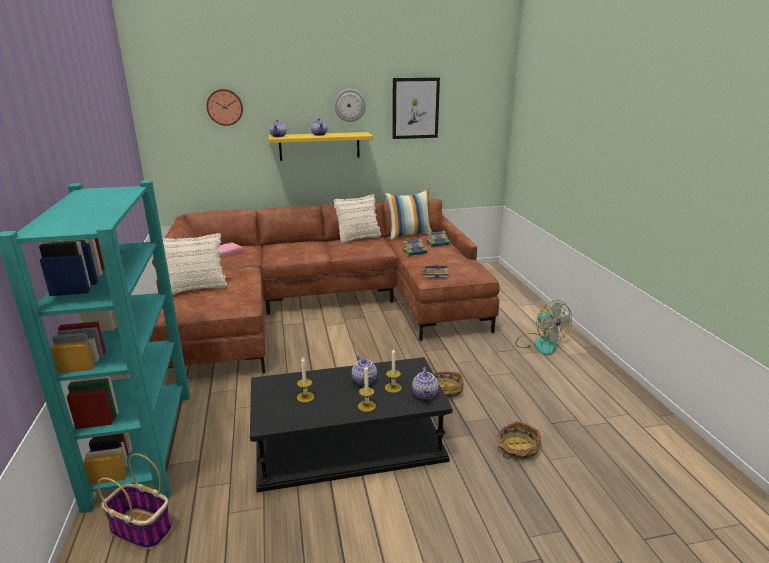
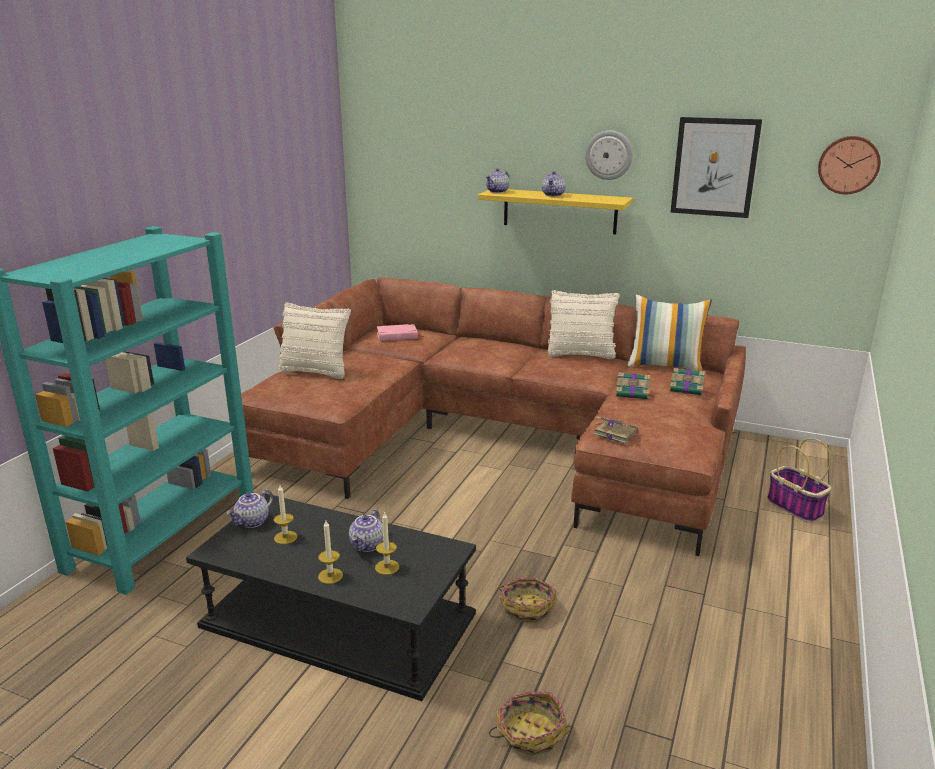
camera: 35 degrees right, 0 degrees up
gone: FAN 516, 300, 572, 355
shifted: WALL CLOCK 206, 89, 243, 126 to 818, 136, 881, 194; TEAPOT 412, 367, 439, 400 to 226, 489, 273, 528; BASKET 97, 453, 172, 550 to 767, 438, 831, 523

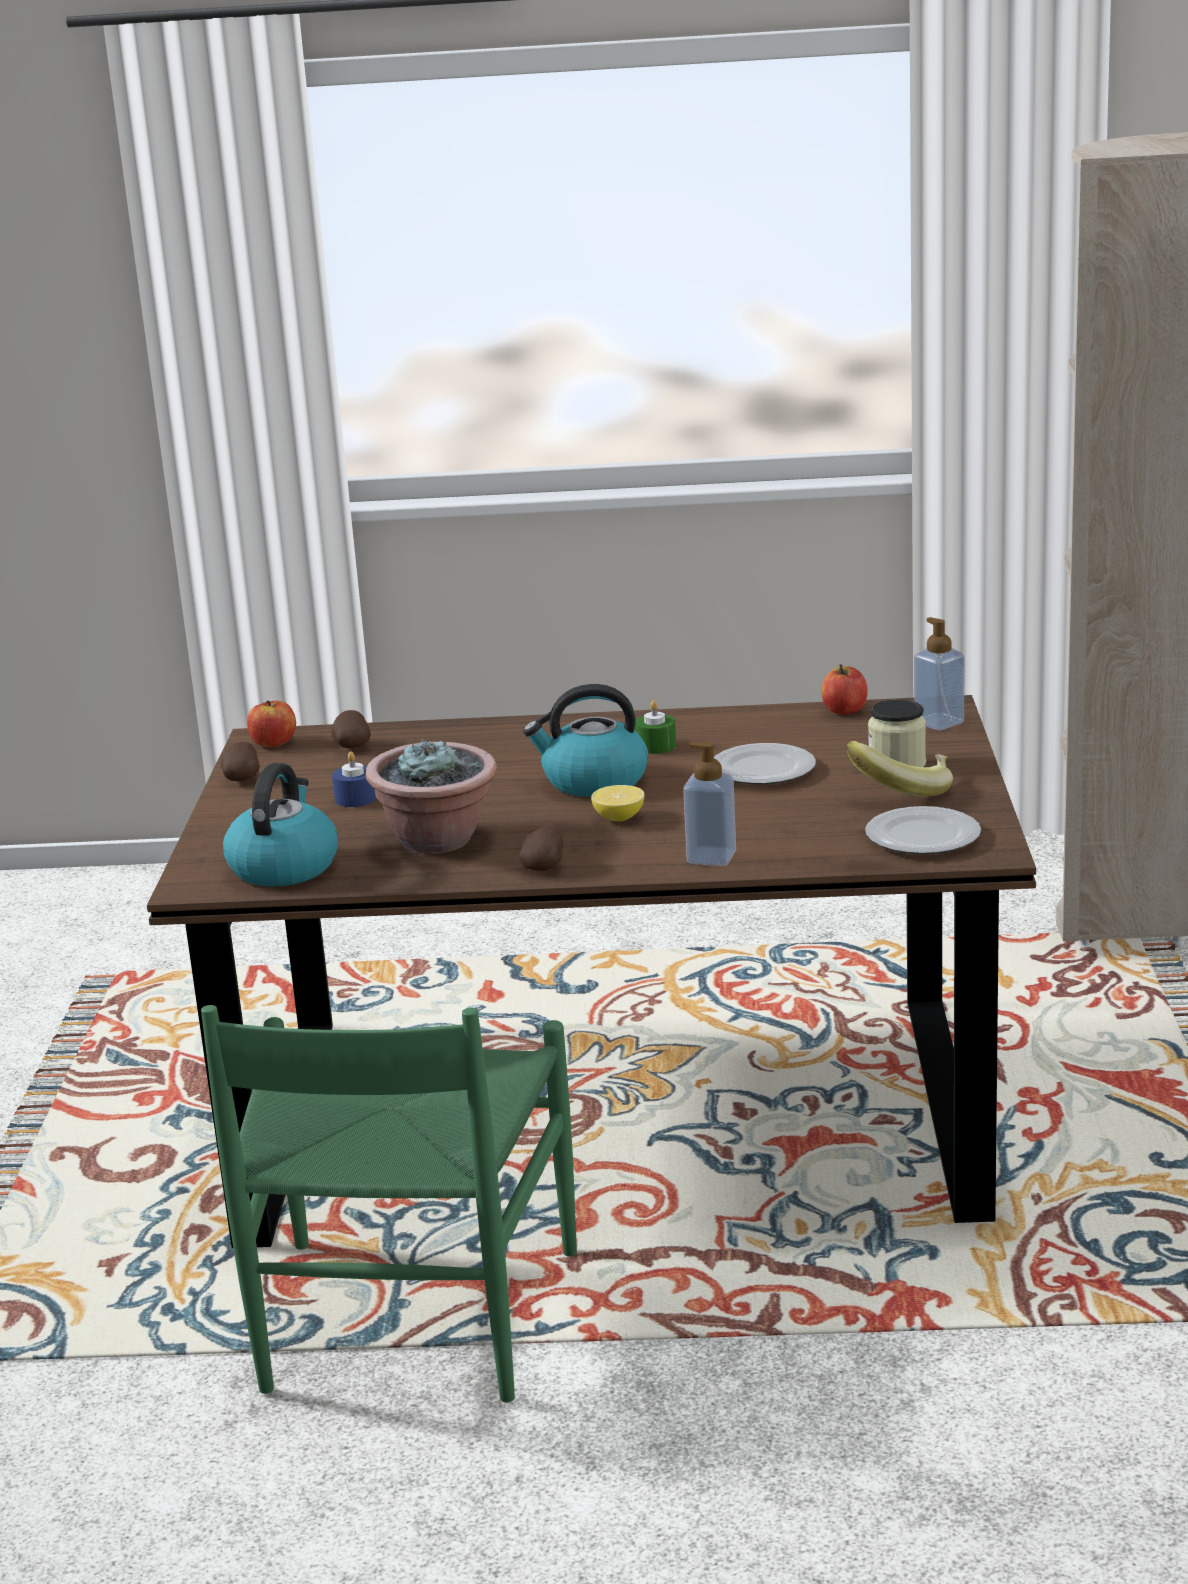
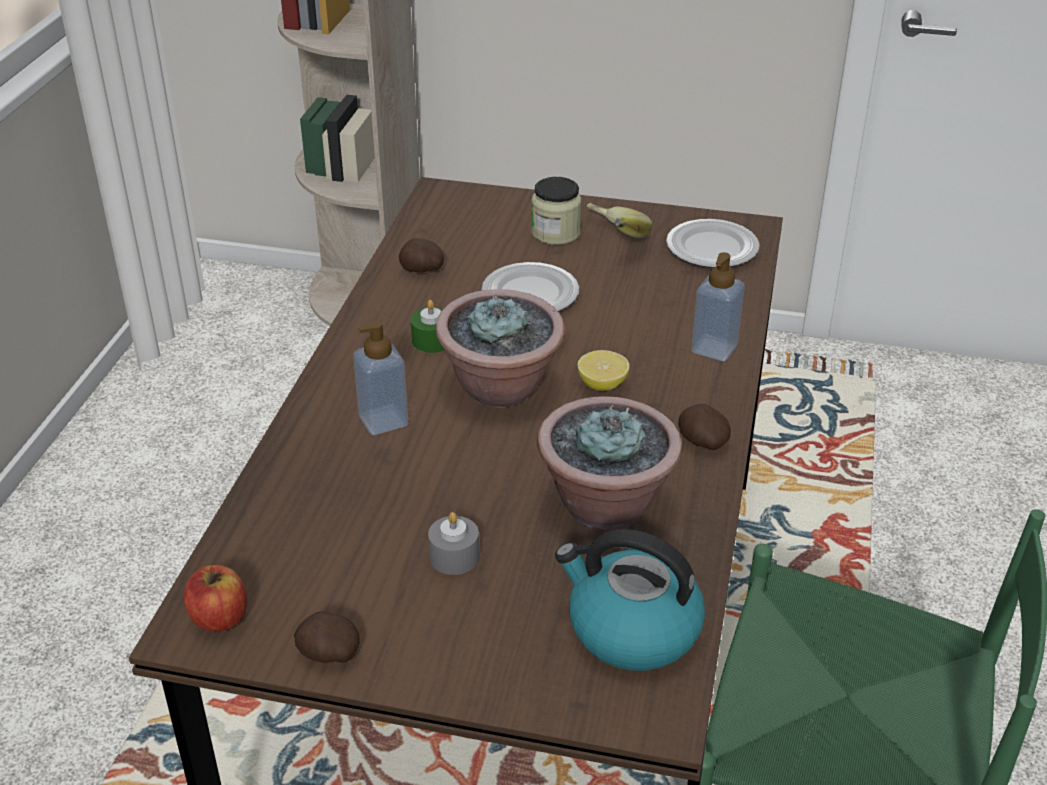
camera: 80 degrees left, 15 degrees up
gone: APPLE 821, 664, 868, 715
shifted: SOAP DISPENSER 914, 617, 964, 731 to 353, 321, 408, 435; POTATO 332, 710, 371, 748 to 399, 238, 444, 272
swapped: KETTLE 523, 684, 648, 797 to POTTED PLANT 436, 289, 565, 408
repainted: BLUE CANDLE 332, 751, 377, 807 to GREY CANDLE 428, 512, 479, 575

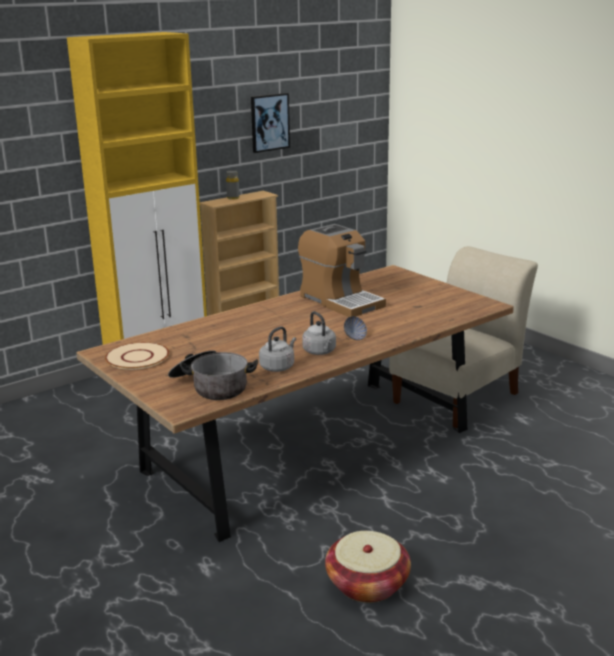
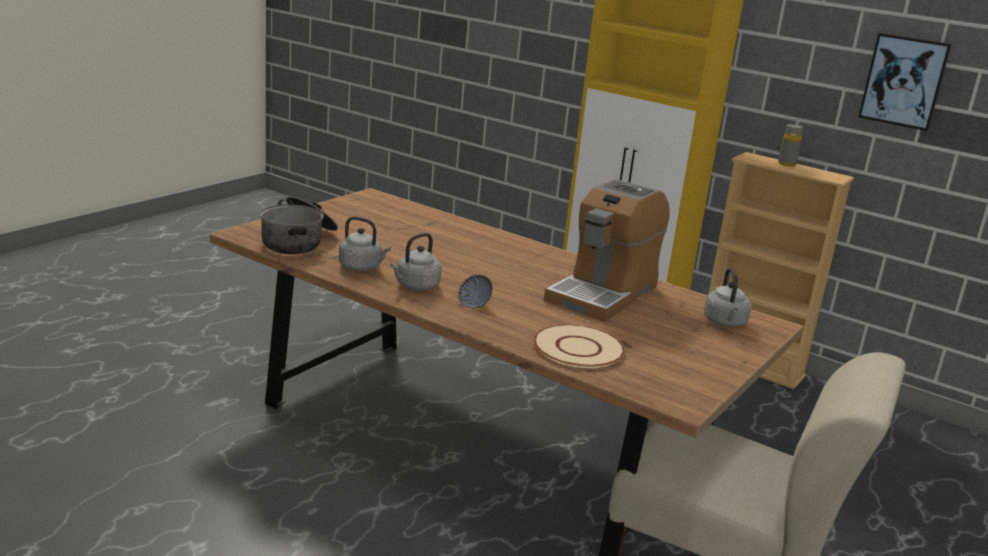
camera: 70 degrees right, 0 degrees up
gone: BASKET 325, 531, 411, 603
new: GREY KETTLE 704, 268, 751, 327
shifted: BEIGE PLATE 105, 342, 169, 370 to 533, 324, 625, 368

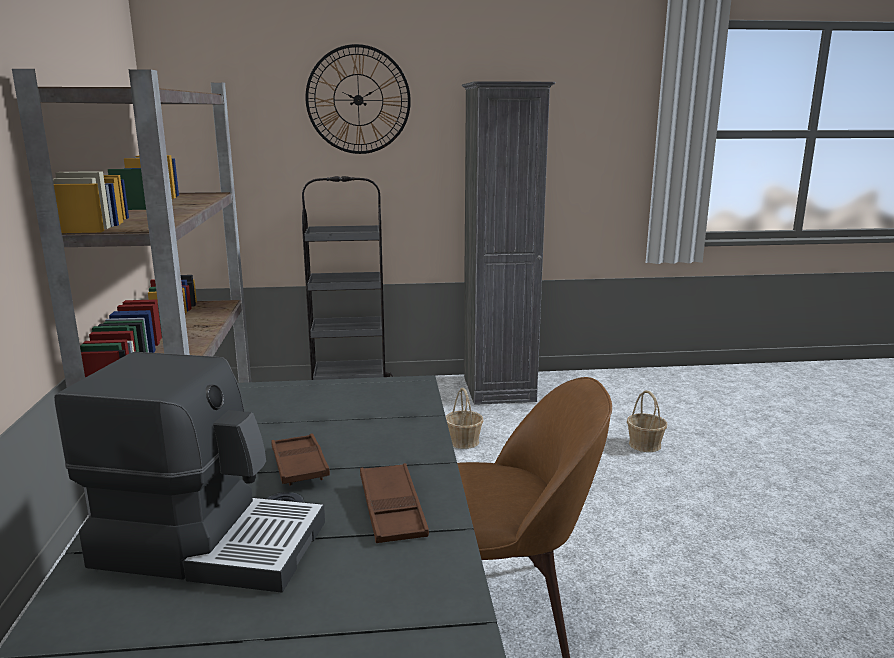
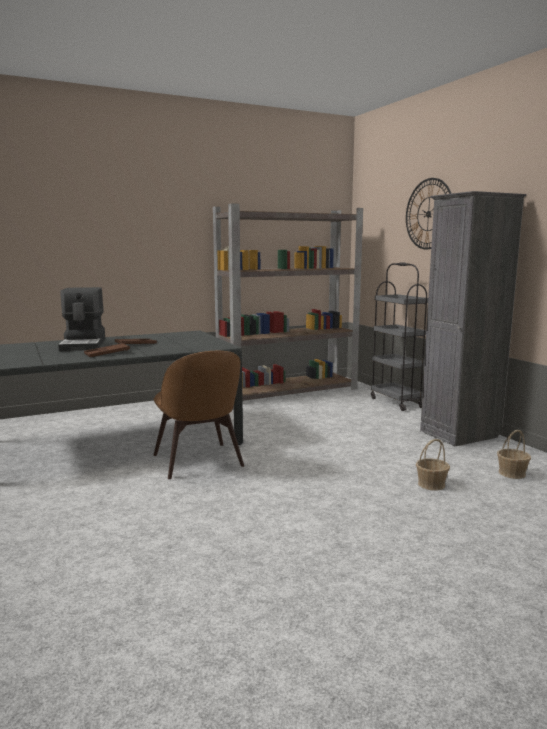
camera: 70 degrees right, 5 degrees down
shifted: BASKET 446, 388, 484, 449 to 497, 430, 531, 479

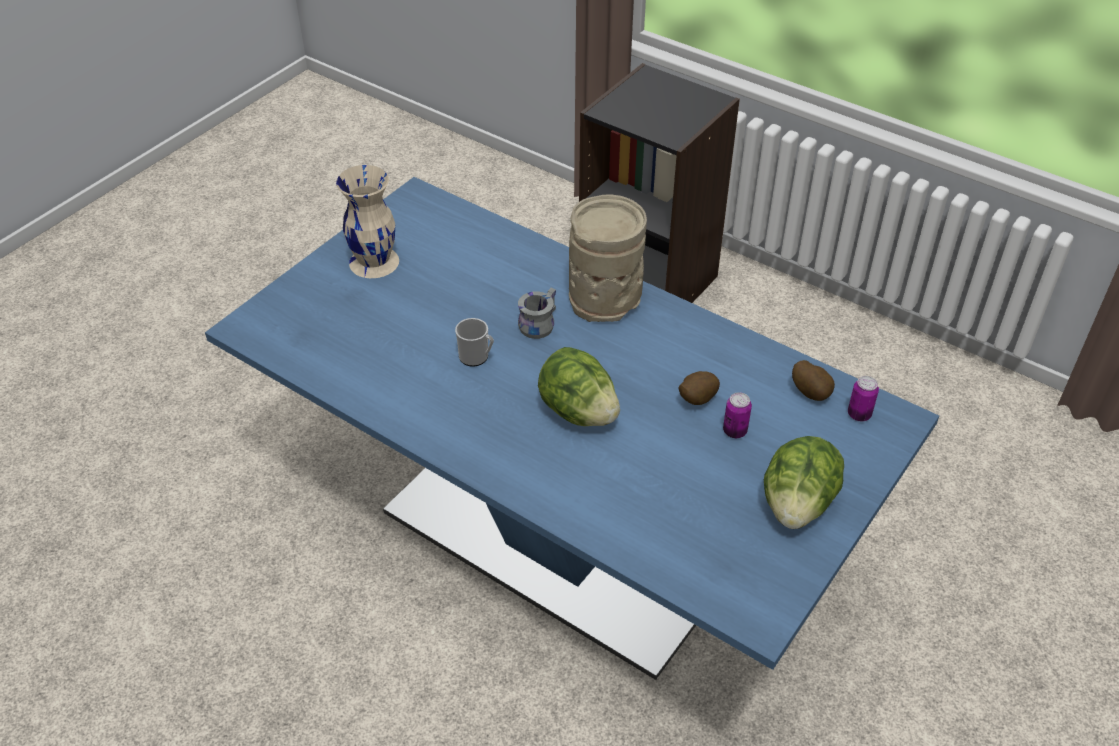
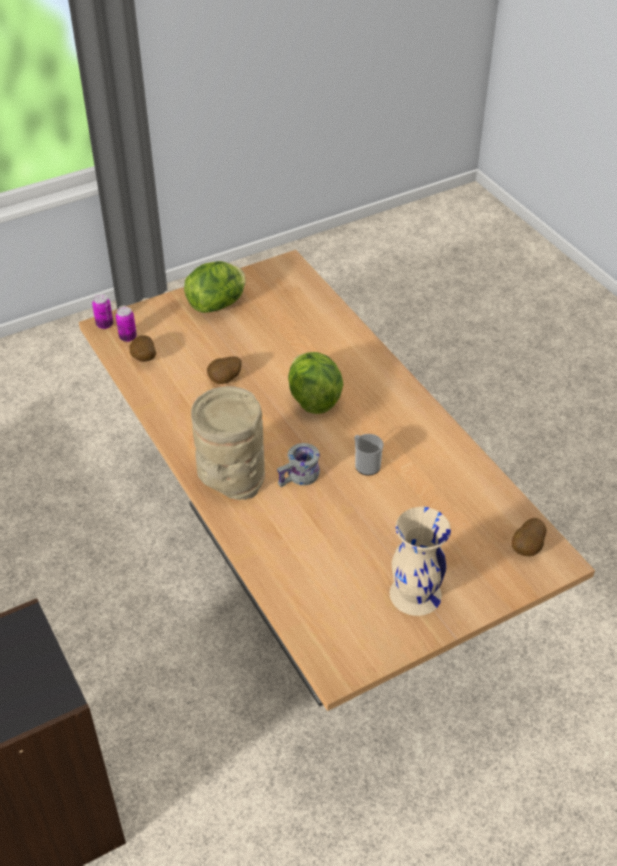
camera: 155 degrees left, 0 degrees up
new: POTATO 512, 518, 547, 556
shifted: CAN 723, 392, 752, 438 to 92, 294, 113, 329
repainted: BLUE DINING TABLE 205, 177, 939, 680 to BEIGE DINING TABLE 79, 250, 595, 711

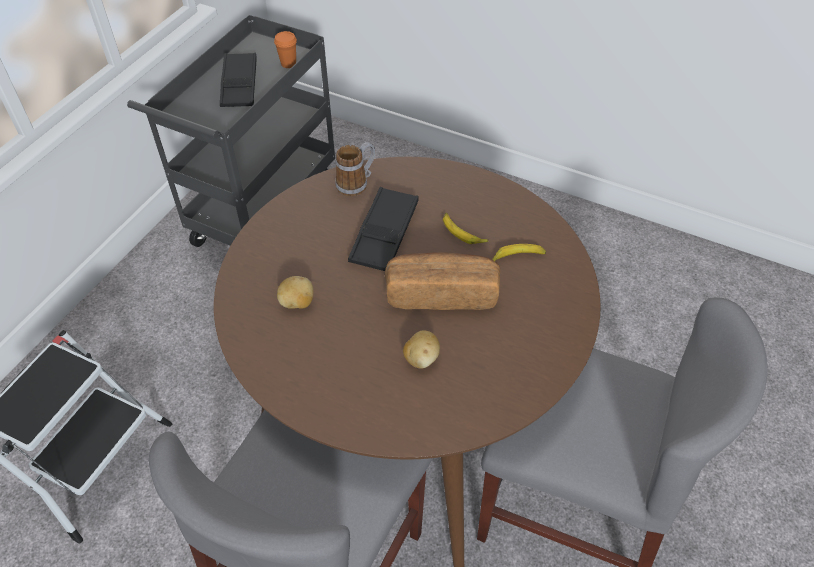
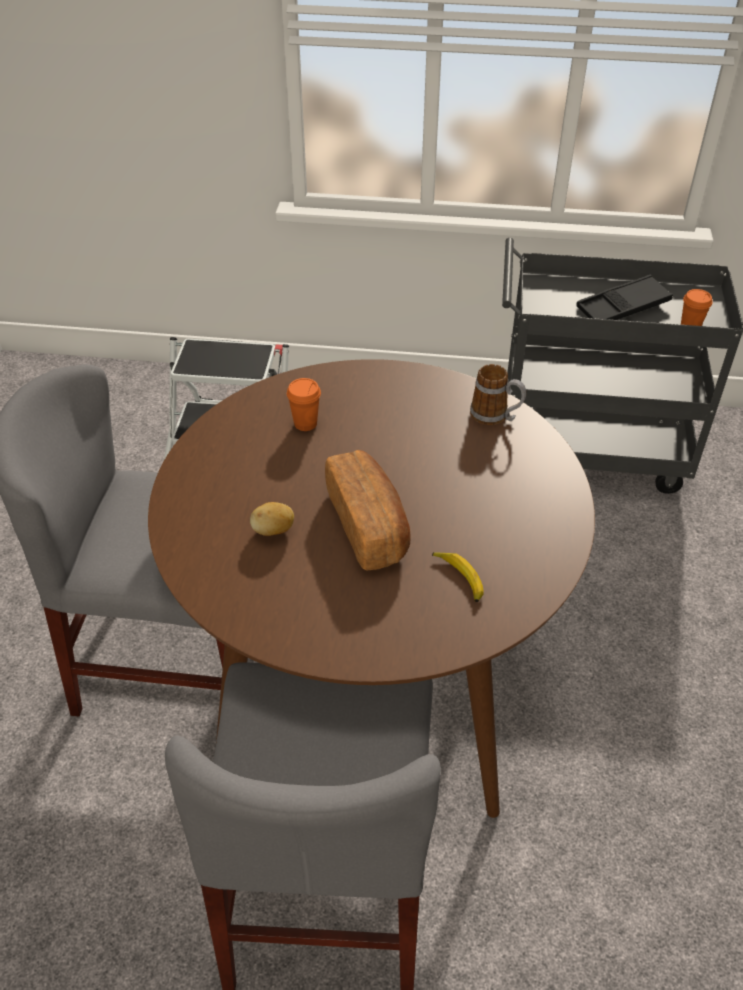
camera: 70 degrees right, 5 degrees down
gone: BLACK TRAY 348, 187, 419, 271; BANANA 443, 213, 489, 244
swapped: POTATO 277, 276, 314, 309 to ORANGE CUP 287, 378, 321, 431

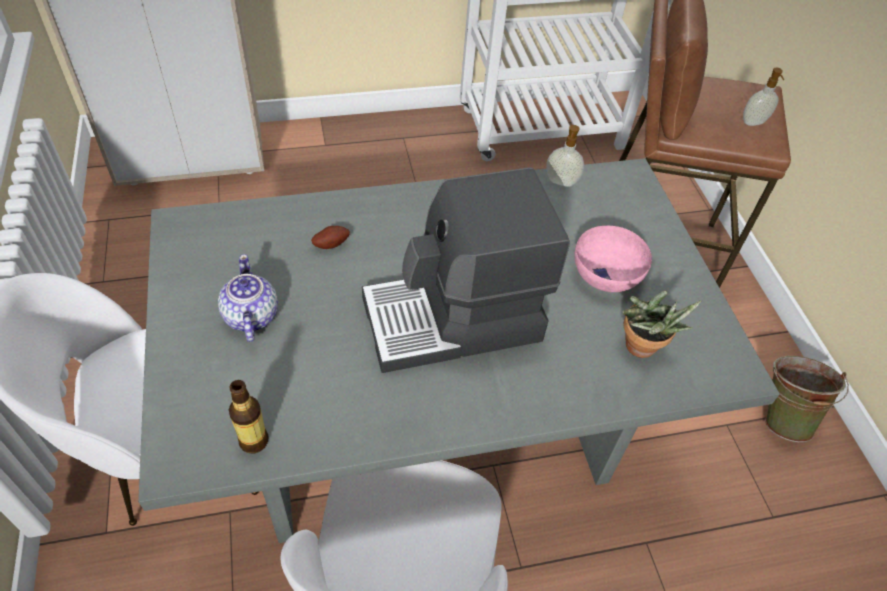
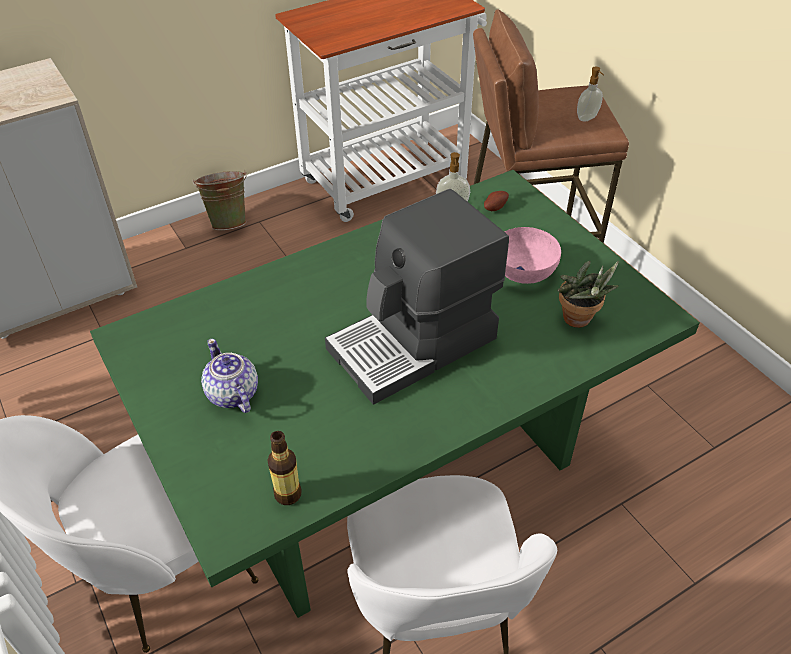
camera: 15 degrees left, 5 degrees down
shifted: POTATO 311, 226, 350, 249 to 484, 191, 509, 211; GREEN BUCKET 765, 356, 849, 442 to 192, 170, 246, 230
repainted: GREY DINING TABLE 138, 158, 780, 543 to GREEN DINING TABLE 90, 170, 700, 618

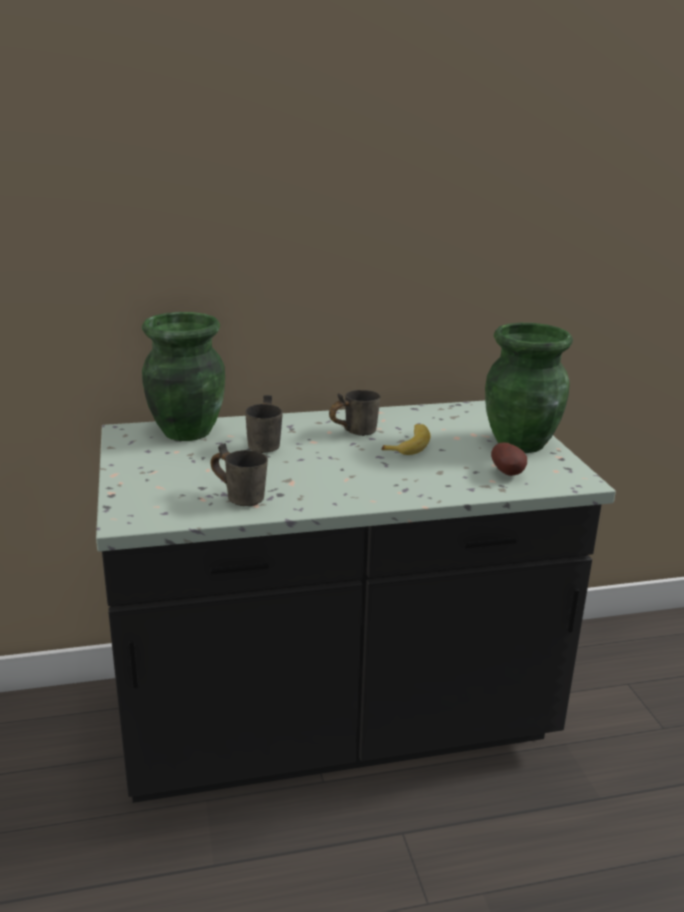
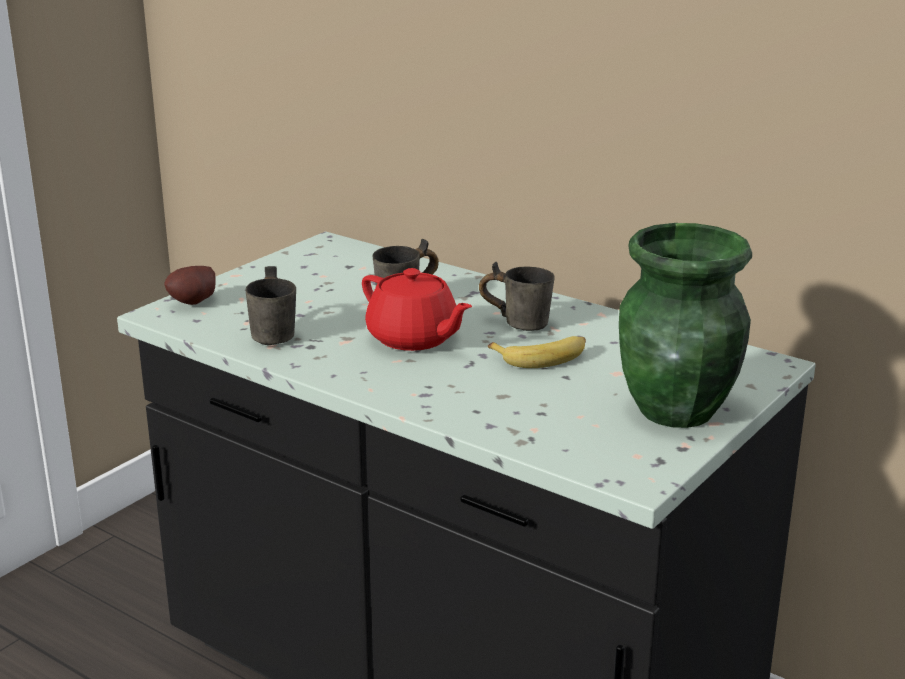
camera: 50 degrees right, 0 degrees up
gone: GREEN VASE 142, 312, 225, 441
new: RED TEAPOT 362, 268, 472, 351
shifted: POTATO 491, 442, 527, 476 to 164, 266, 216, 305

